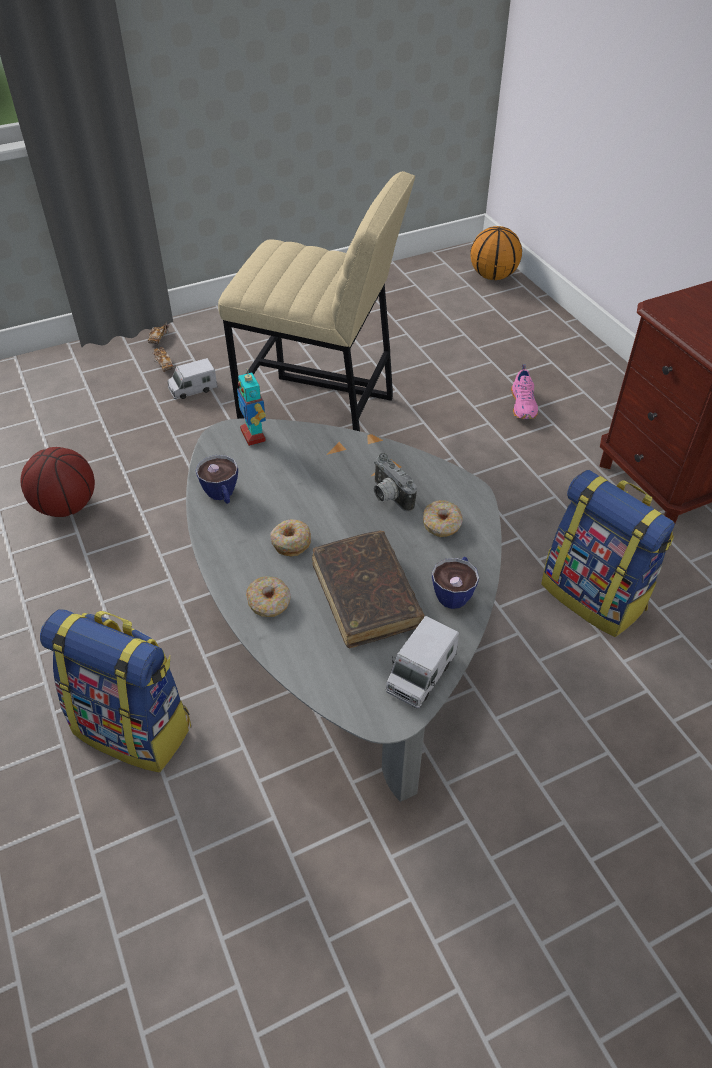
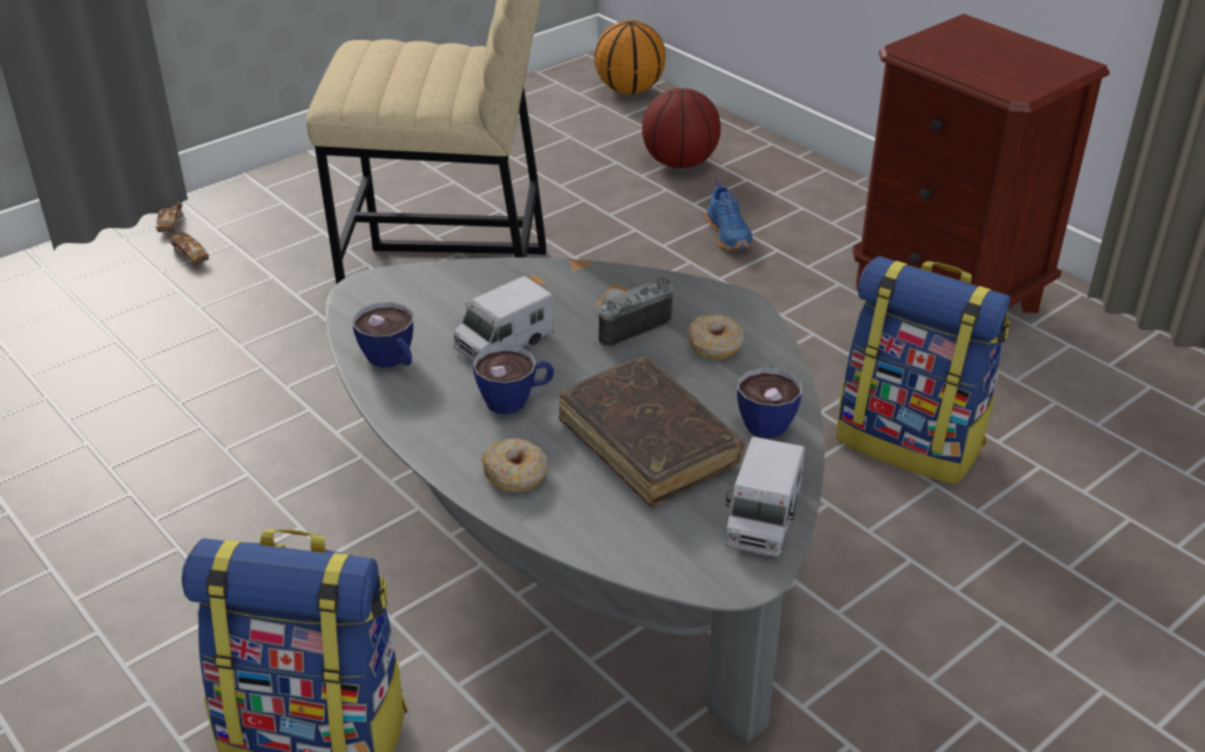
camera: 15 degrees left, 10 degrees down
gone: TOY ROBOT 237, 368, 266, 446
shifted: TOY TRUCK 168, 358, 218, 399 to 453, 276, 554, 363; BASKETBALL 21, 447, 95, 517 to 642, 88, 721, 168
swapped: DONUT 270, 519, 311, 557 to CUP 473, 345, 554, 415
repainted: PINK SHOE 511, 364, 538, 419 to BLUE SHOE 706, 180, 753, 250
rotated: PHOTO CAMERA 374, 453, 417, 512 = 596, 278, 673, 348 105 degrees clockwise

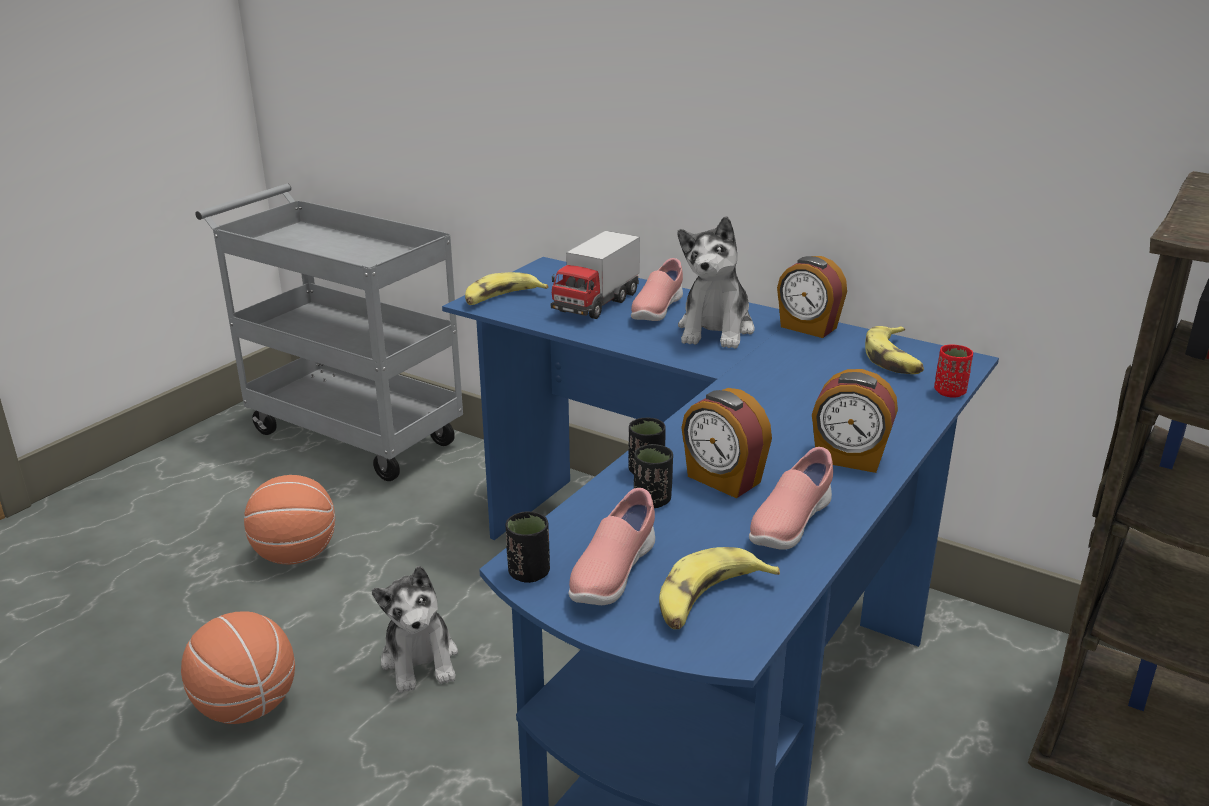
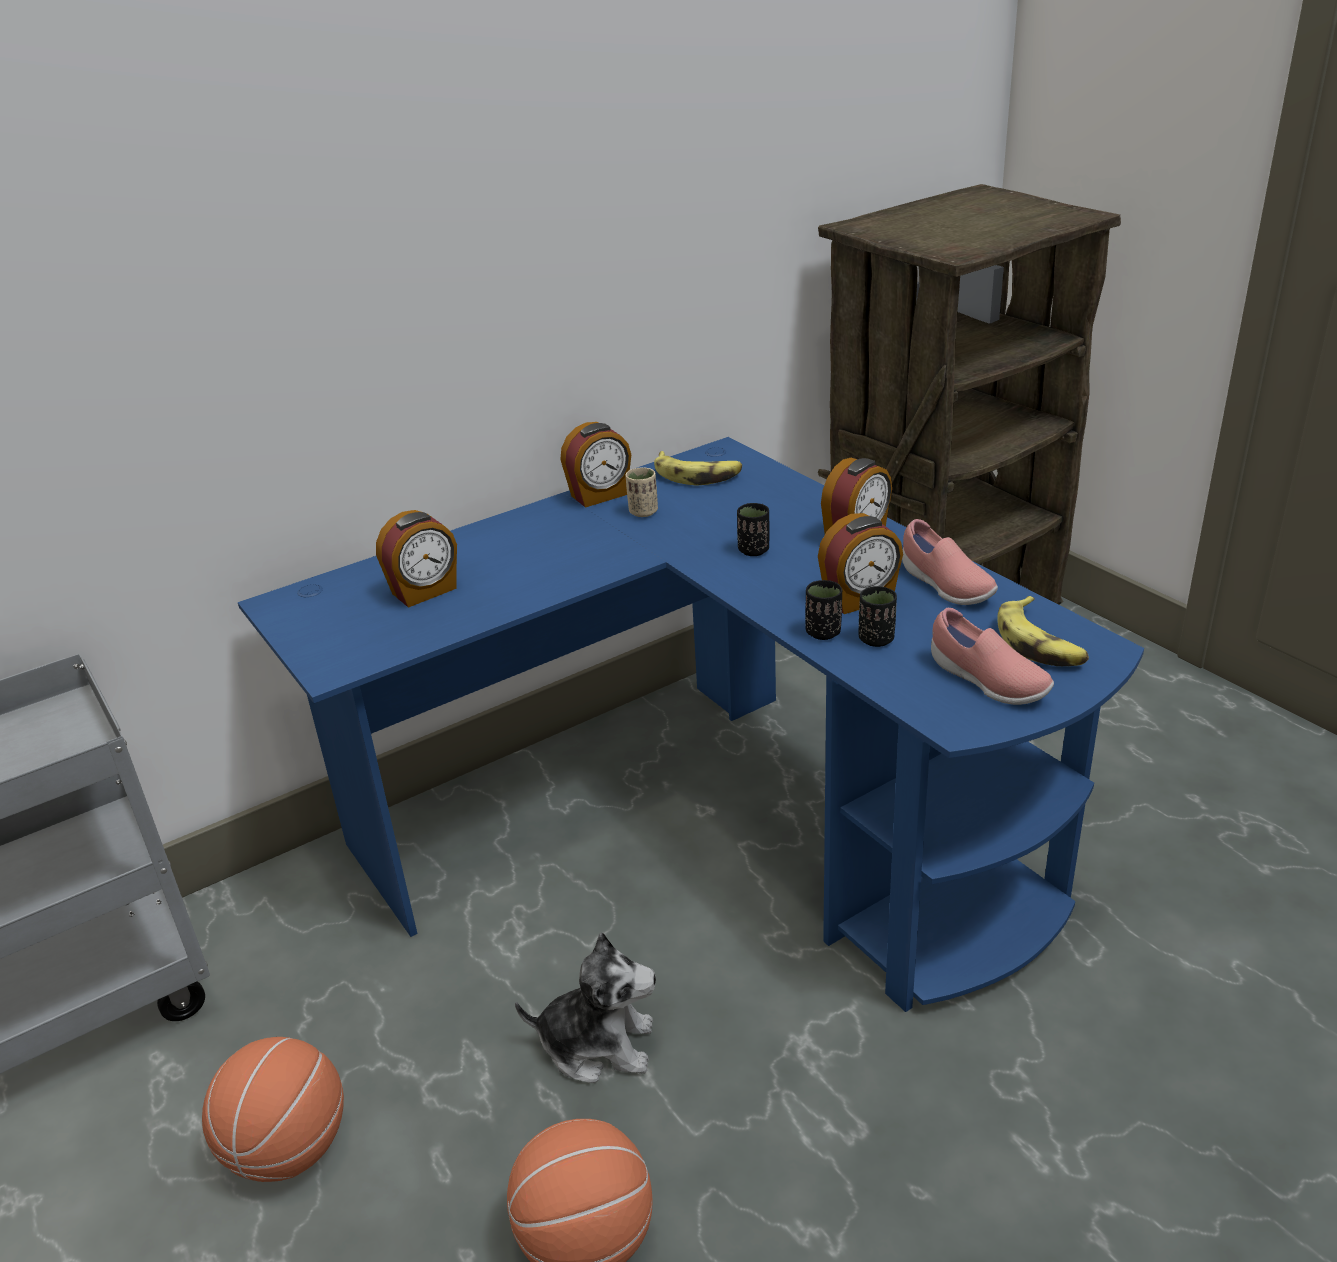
camera: 65 degrees left, 5 degrees up
gone: PLUSH TOY 677, 216, 755, 349; PINK SHOE 631, 258, 683, 321; BANANA 465, 272, 548, 305; RED CUP 934, 344, 973, 398
new: BEIGE CUP 626, 468, 658, 517
shifted: BLACK CUP 505, 511, 550, 583 to 737, 503, 770, 556
swapped: TOY TRUCK 551, 231, 640, 319 to ALARM CLOCK 376, 510, 457, 608

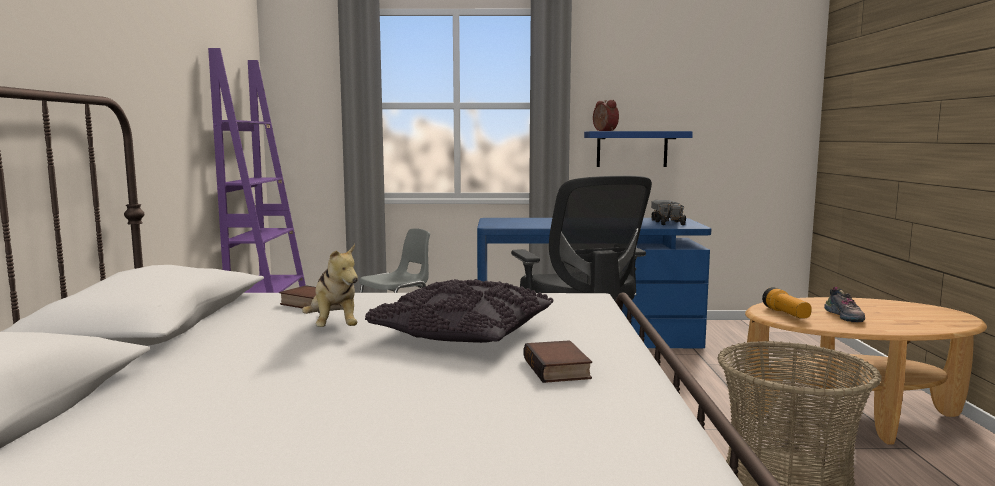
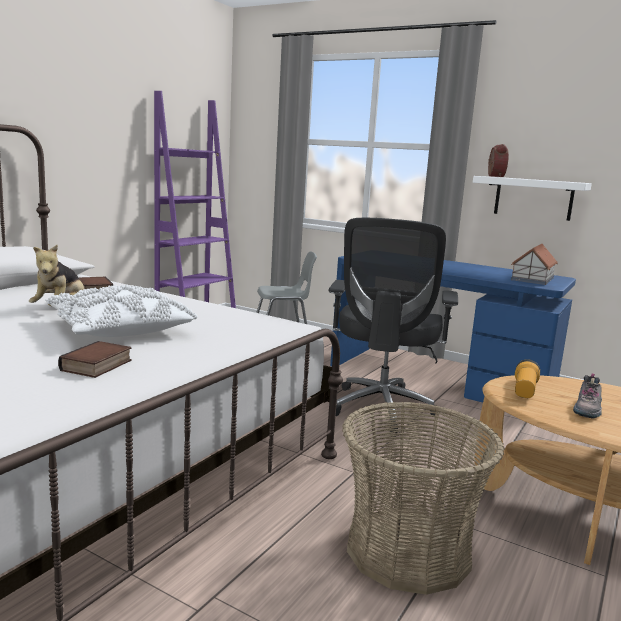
camera: 30 degrees right, 5 degrees up
swapped: TOY TRUCK 651, 200, 686, 225 to TOY HOUSE 511, 244, 558, 285
repainted: BLUE SHELF 584, 131, 693, 167 to WHITE SHELF 473, 176, 592, 221; BLACK PILLOW 365, 279, 553, 343 to WHITE PILLOW 45, 285, 197, 337

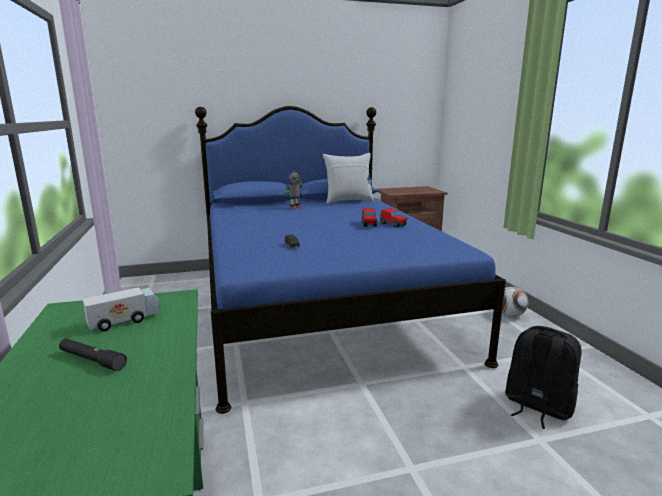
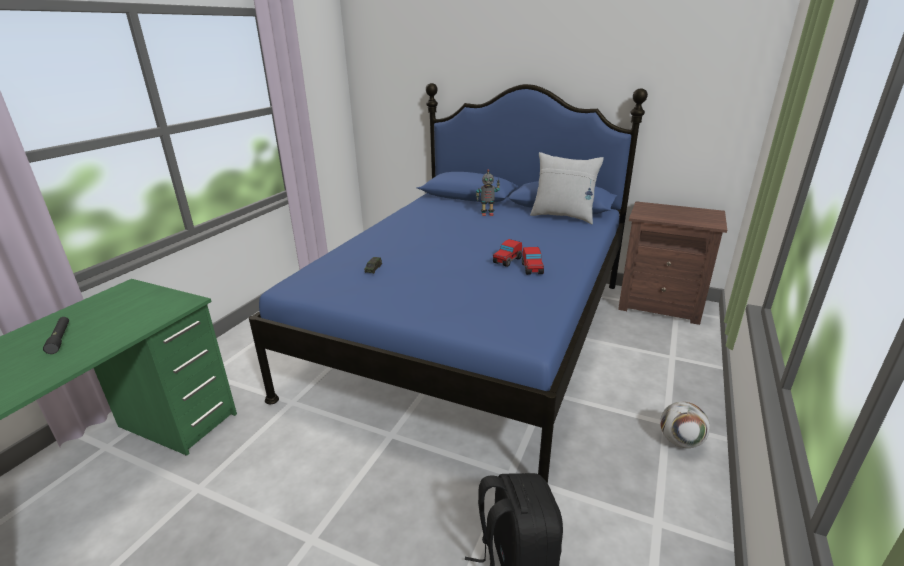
camera: 40 degrees right, 10 degrees up
gone: TOY TRUCK 82, 287, 160, 332

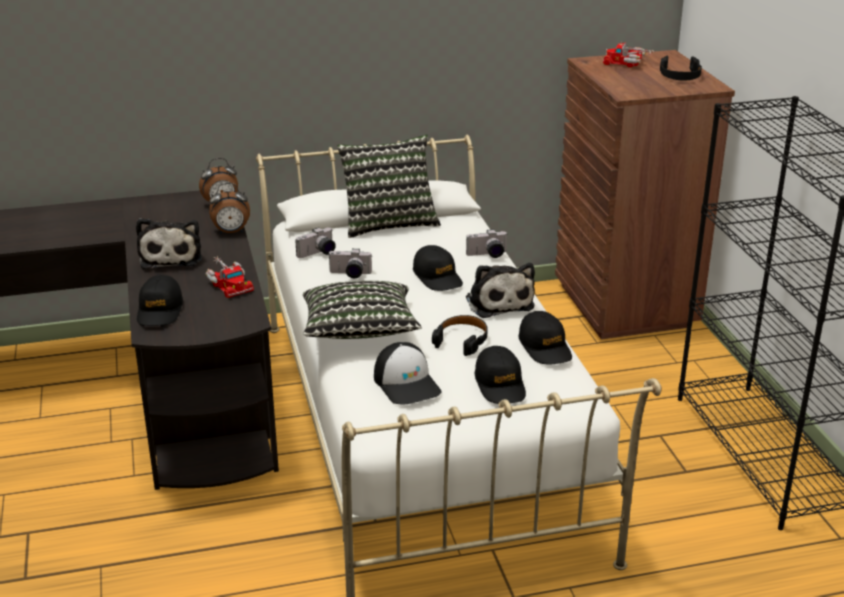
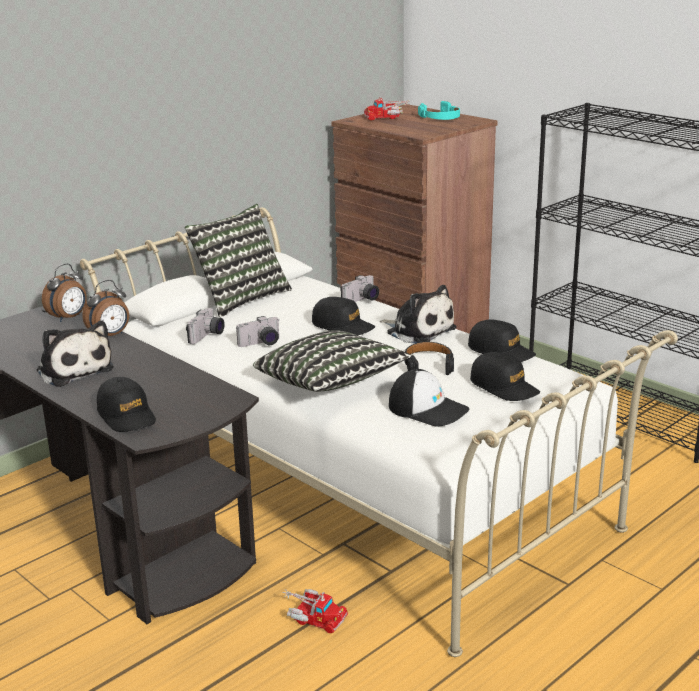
camera: 30 degrees left, 5 degrees down
shifted: TOY TRUCK 205, 256, 254, 298 to 282, 589, 348, 633
repainted: BLACK HEADPHONES 660, 56, 702, 81 to TURQUOISE HEADPHONES 418, 101, 460, 120

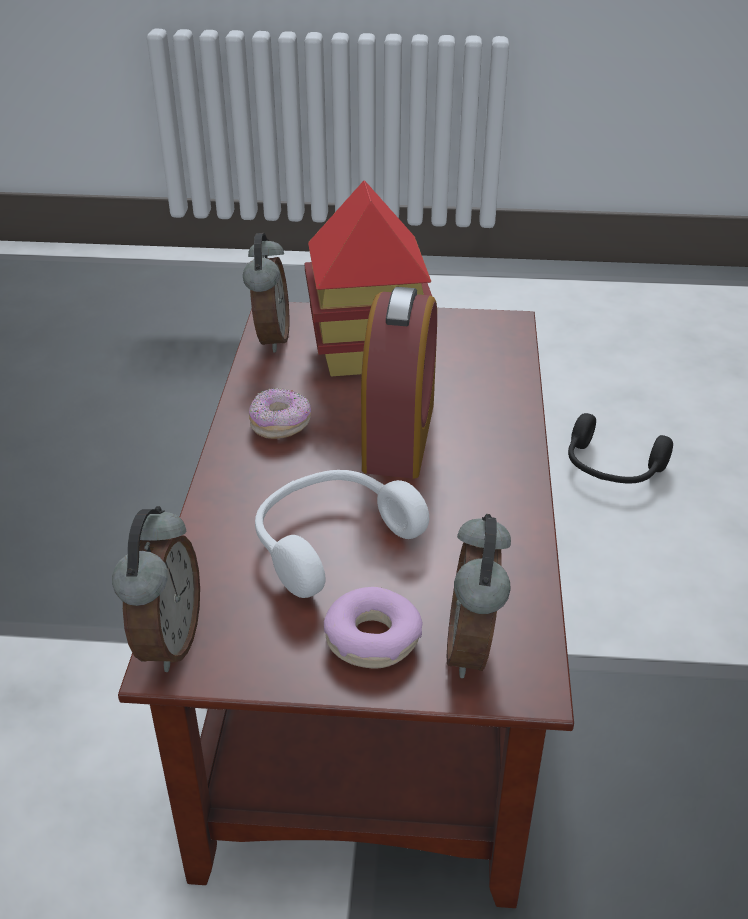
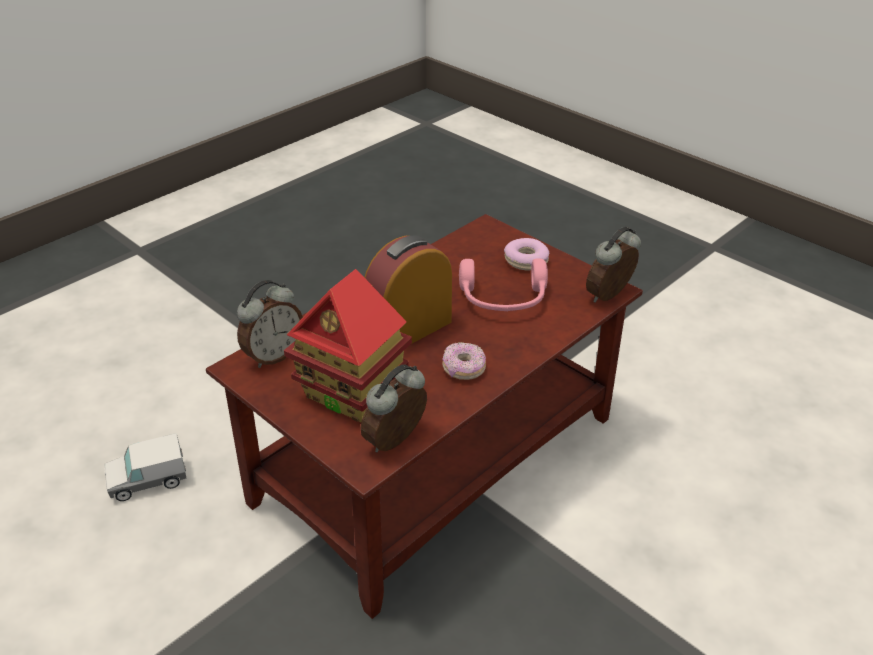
camera: 140 degrees left, 0 degrees up
shifted: ALARM CLOCK 447, 514, 511, 678 to 237, 280, 303, 368
swapped: BLACK HEADPHONES 568, 413, 673, 484 to TOY TRUCK 104, 433, 187, 501
repainted: WHITE HEADPHONES 255, 470, 429, 598 to PINK HEADPHONES 459, 259, 548, 311

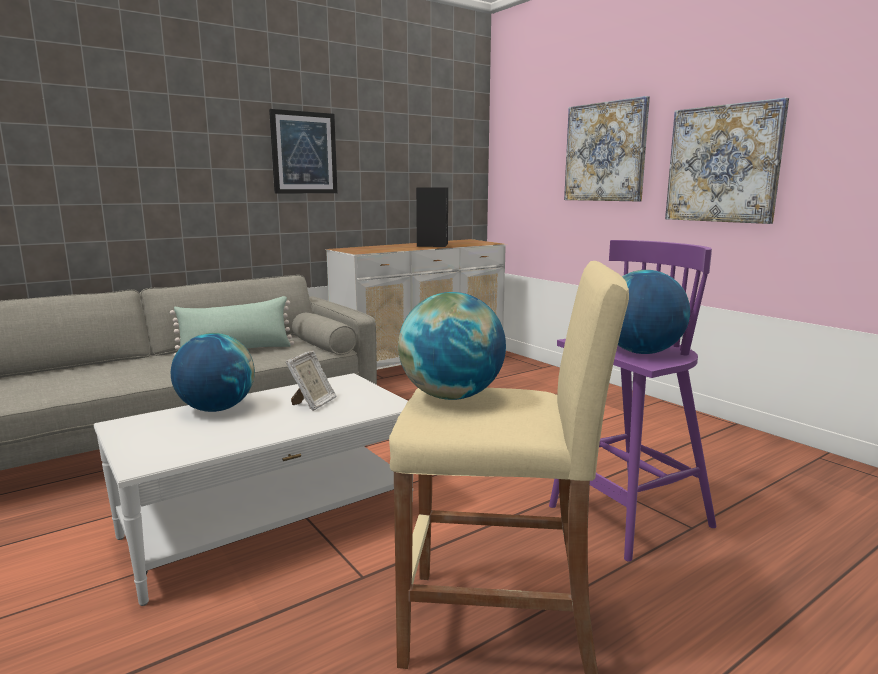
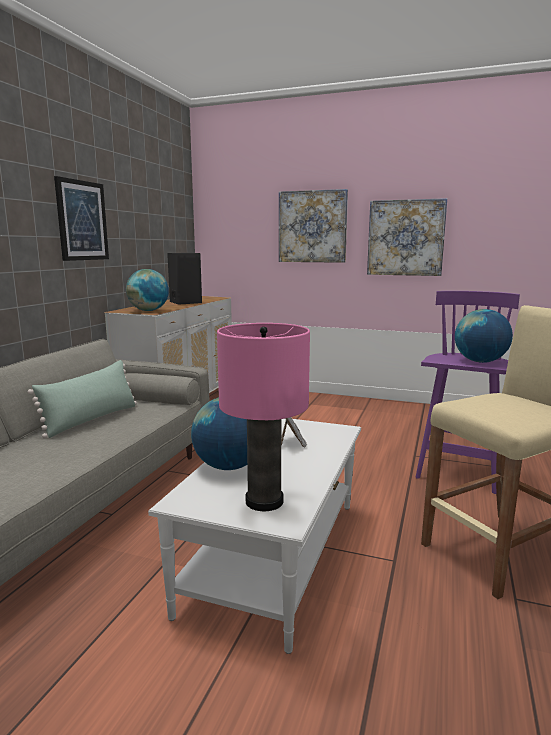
camera: 35 degrees left, 0 degrees up
new: PINK TABLE LAMP 217, 323, 310, 511
shifted: GLOBE 398, 292, 506, 400 to 126, 269, 169, 311

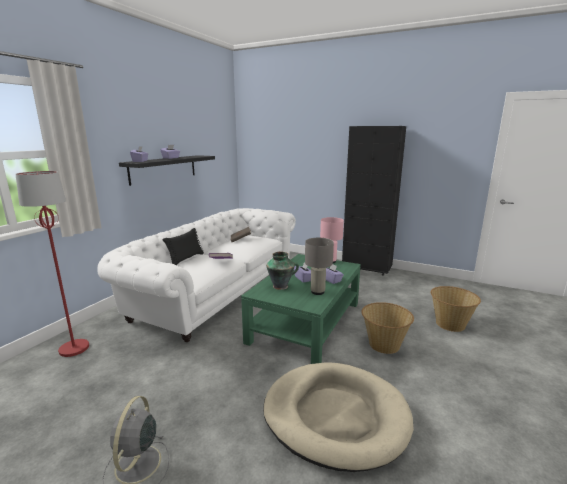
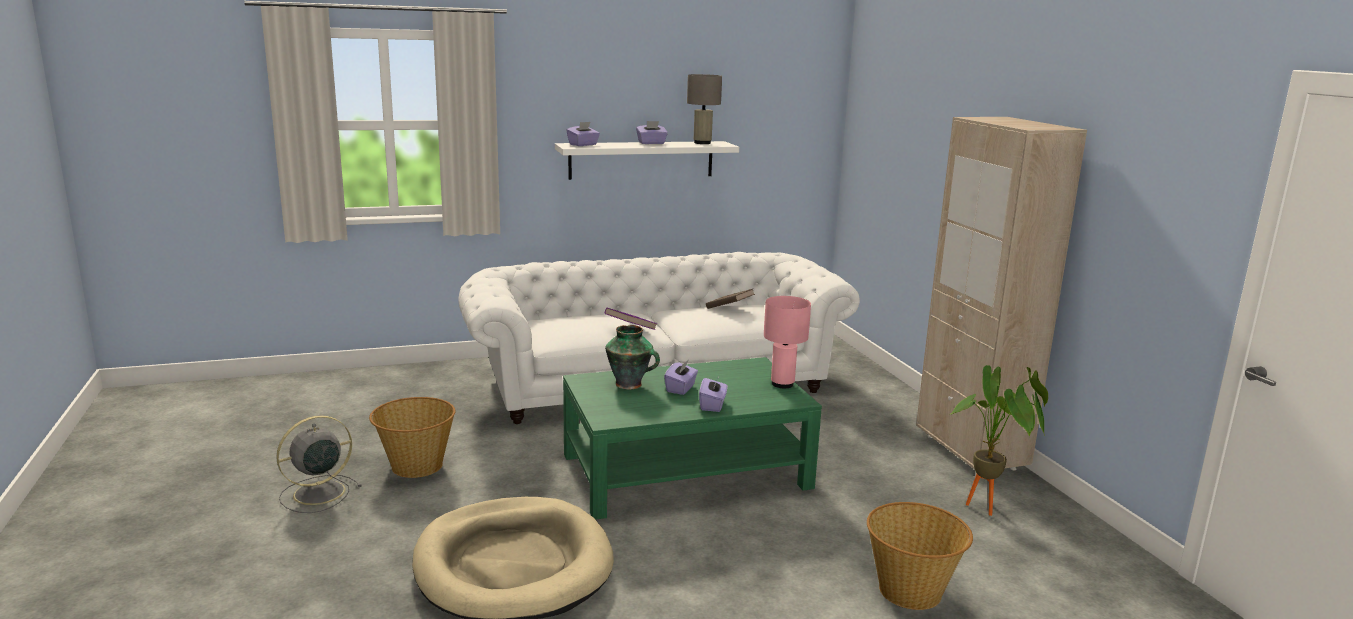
camera: 45 degrees right, 0 degrees up
gone: RED FLOOR LAMP 15, 171, 89, 357; BLACK PILLOW 162, 228, 204, 265
new: POTTED PLANT 949, 365, 1048, 516
shifted: GREY TABLE LAMP 305, 238, 334, 295 to 687, 74, 722, 144; BASKET 361, 302, 414, 354 to 369, 397, 455, 478
repainted: BLACK CABINET 342, 126, 406, 276 to BEIGE CABINET 916, 117, 1087, 474; BLACK SHELF 119, 155, 215, 186 to WHITE SHELF 555, 141, 739, 180

